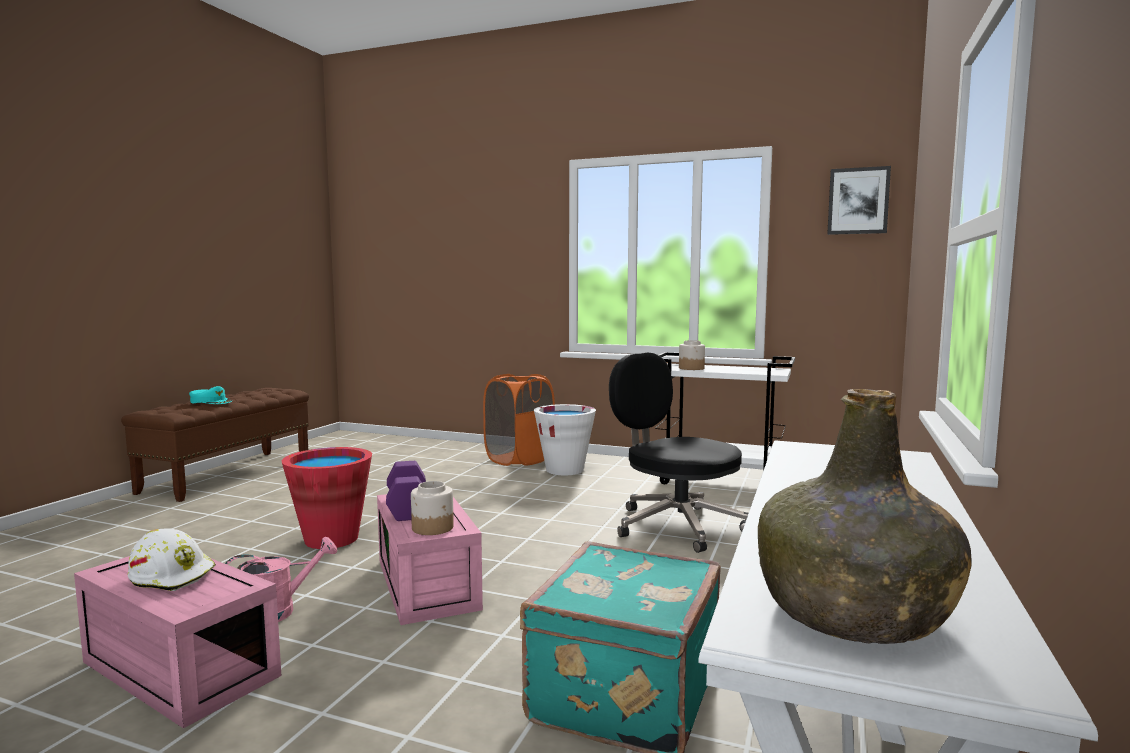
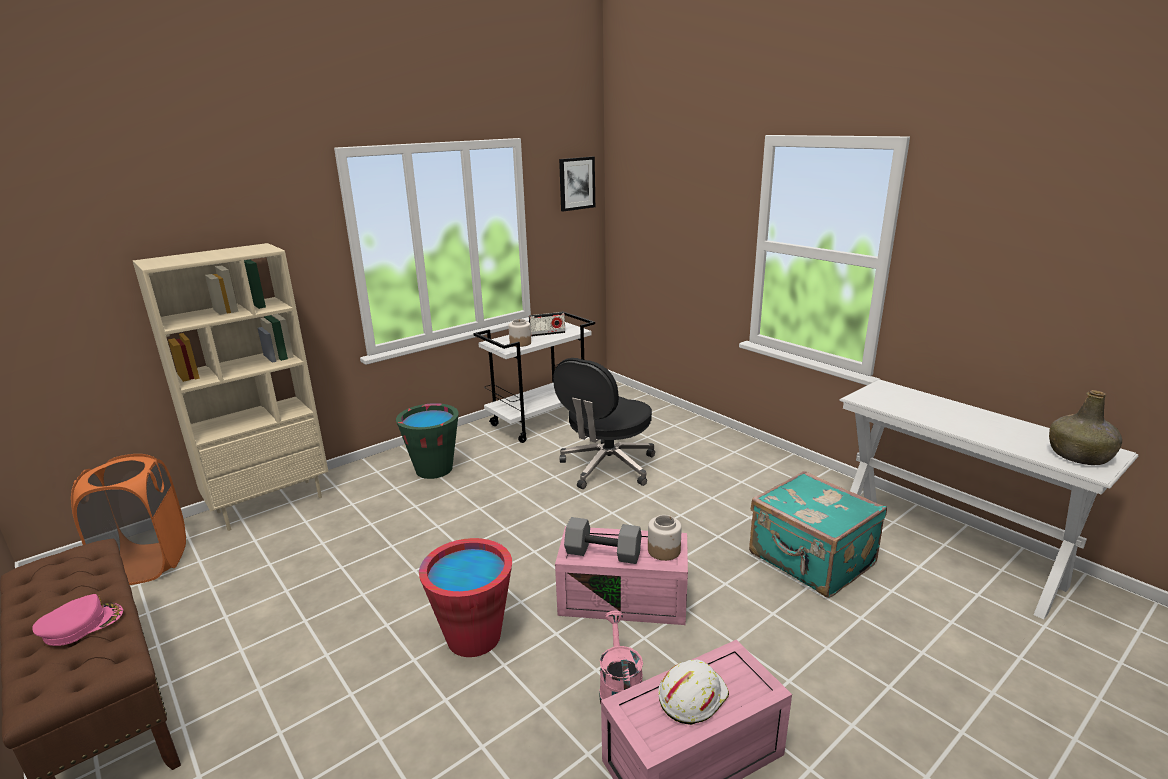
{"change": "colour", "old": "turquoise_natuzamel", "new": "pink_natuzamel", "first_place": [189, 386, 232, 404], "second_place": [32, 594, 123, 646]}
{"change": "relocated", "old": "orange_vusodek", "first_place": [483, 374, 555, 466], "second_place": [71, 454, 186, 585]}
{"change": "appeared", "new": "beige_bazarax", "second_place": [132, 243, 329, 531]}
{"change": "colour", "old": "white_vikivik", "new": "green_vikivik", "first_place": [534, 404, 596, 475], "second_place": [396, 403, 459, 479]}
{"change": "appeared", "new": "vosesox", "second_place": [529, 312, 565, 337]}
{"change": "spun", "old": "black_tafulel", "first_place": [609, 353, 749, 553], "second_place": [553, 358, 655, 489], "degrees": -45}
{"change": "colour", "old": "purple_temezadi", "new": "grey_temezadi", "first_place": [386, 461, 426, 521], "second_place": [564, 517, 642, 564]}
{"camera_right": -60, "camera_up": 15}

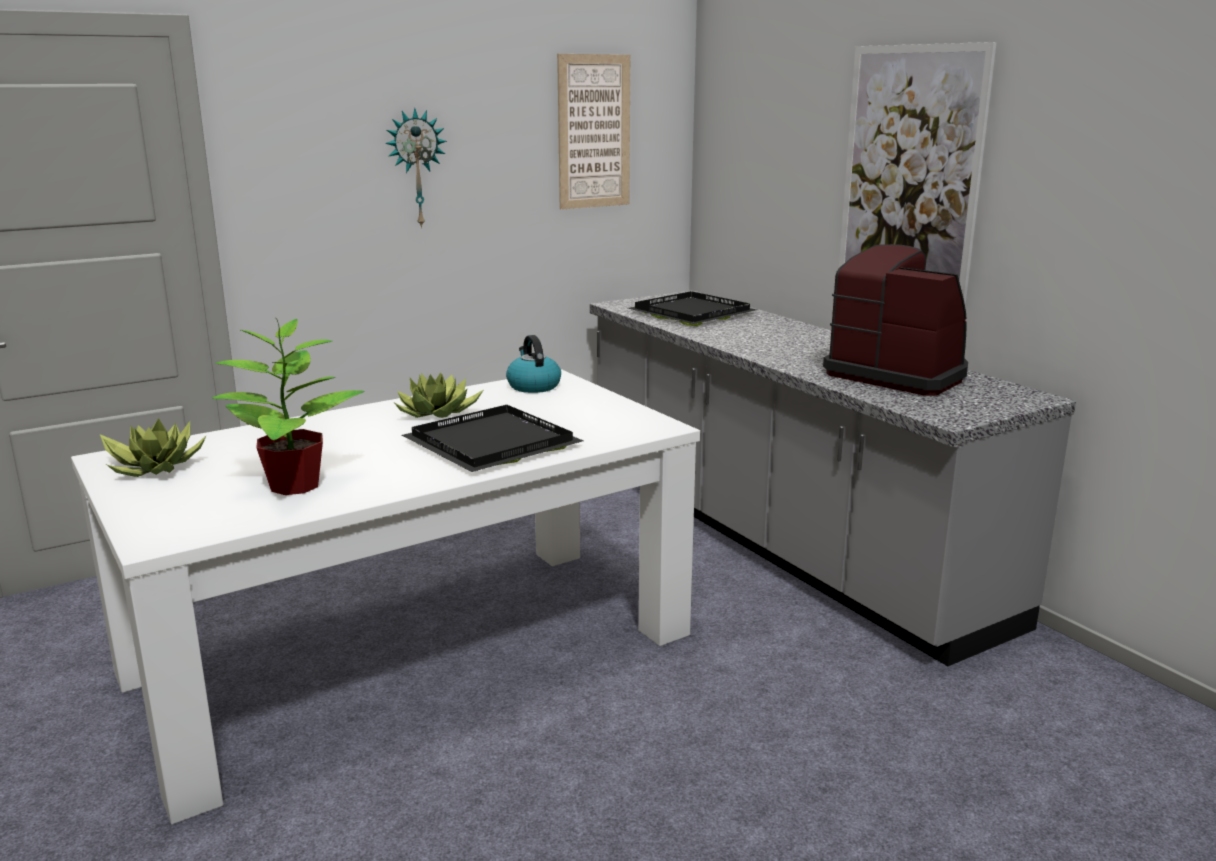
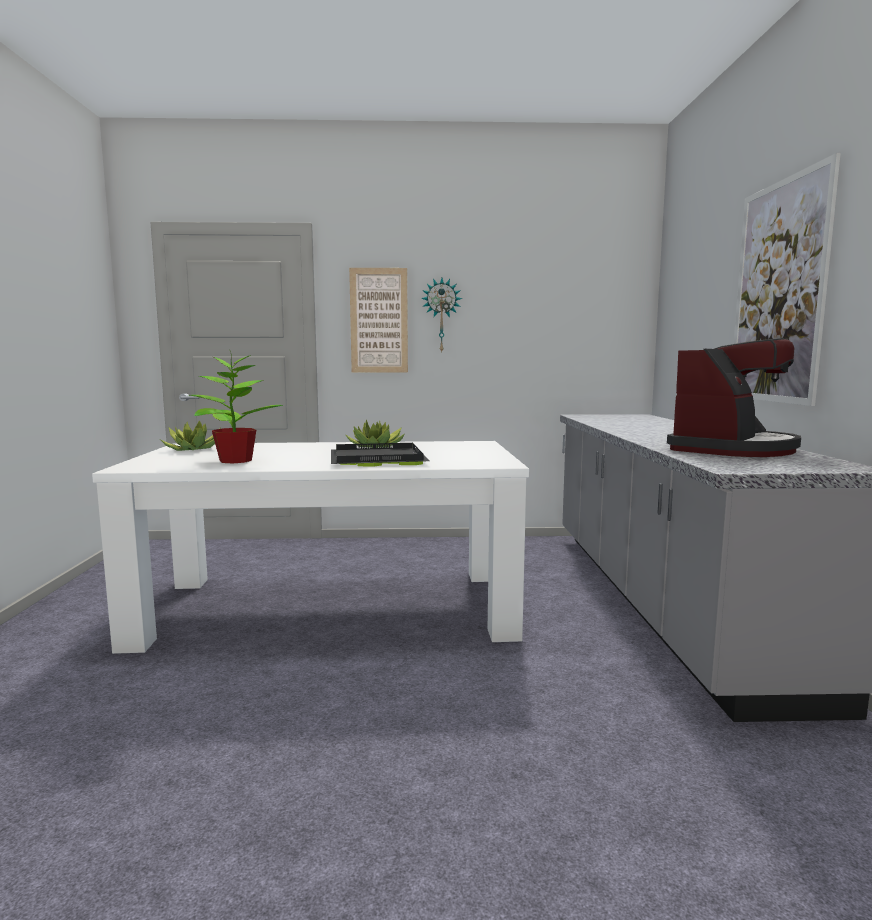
{"change": "relocated", "old": "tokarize", "first_place": [557, 54, 630, 210], "second_place": [349, 268, 408, 372]}
{"change": "spun", "old": "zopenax", "first_place": [823, 244, 968, 396], "second_place": [667, 338, 801, 457], "degrees": 60}
{"change": "missing", "old": "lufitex", "first_place": [506, 335, 561, 393]}
{"change": "missing", "old": "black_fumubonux", "first_place": [628, 291, 756, 326]}
{"camera_right": 30, "camera_up": -10}

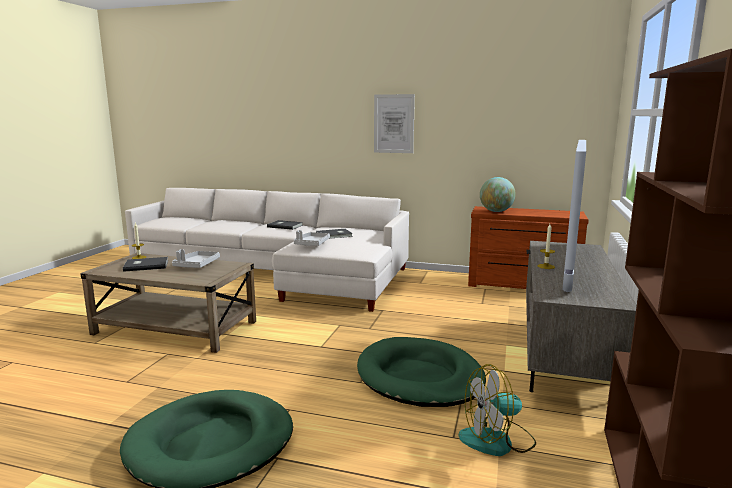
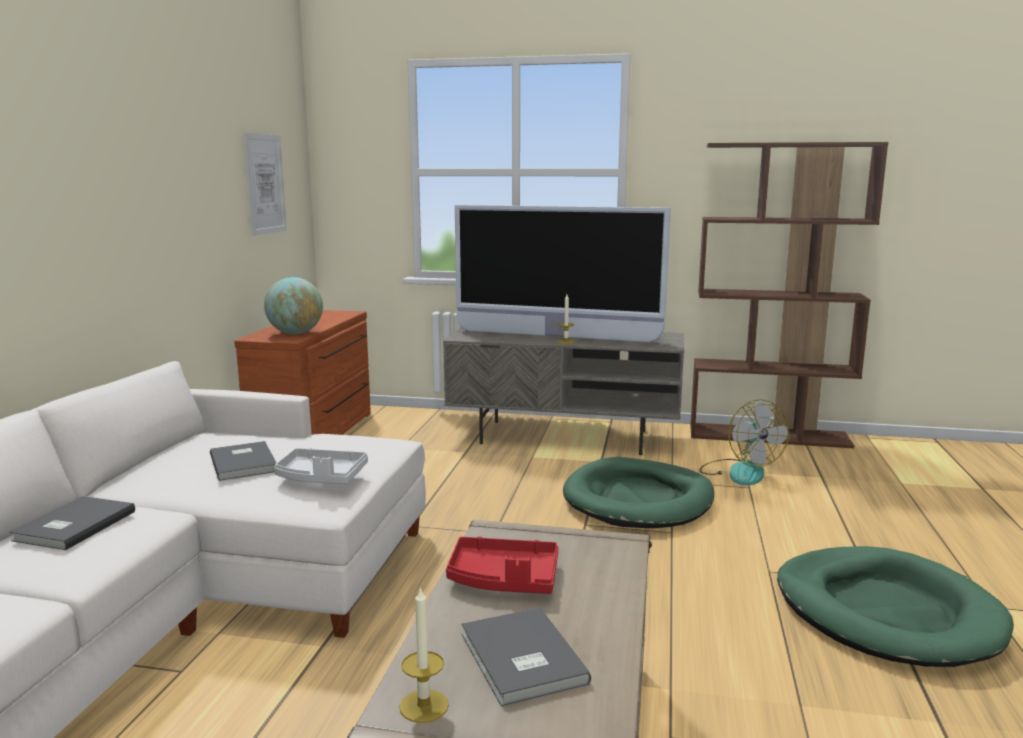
{"change": "relocated", "old": "tokarize", "first_place": [374, 94, 415, 153], "second_place": [244, 133, 287, 236]}
{"change": "colour", "old": "grey_fumubonux", "new": "red_fumubonux", "first_place": [172, 249, 220, 268], "second_place": [446, 537, 559, 594]}
{"camera_right": -95, "camera_up": 0}

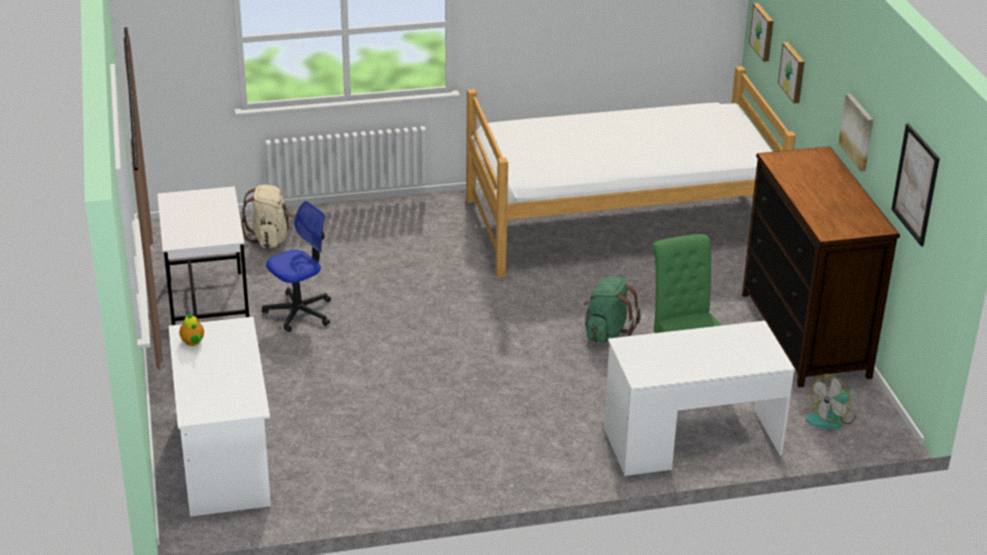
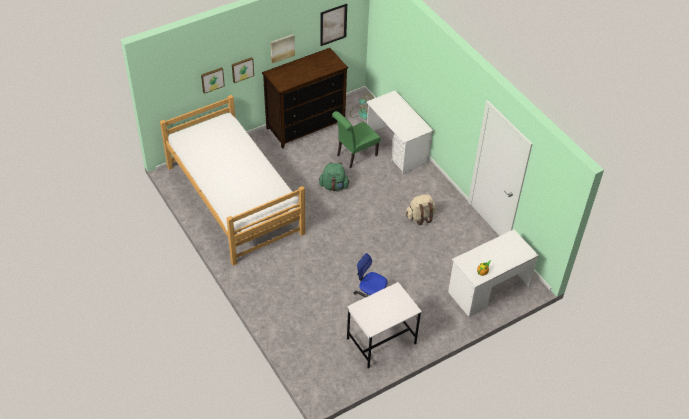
{"change": "relocated", "old": "tokarize", "first_place": [749, 3, 773, 62], "second_place": [232, 57, 254, 83]}
{"change": "relocated", "old": "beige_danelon", "first_place": [241, 185, 293, 248], "second_place": [406, 194, 436, 225]}
{"camera_right": -110, "camera_up": 15}

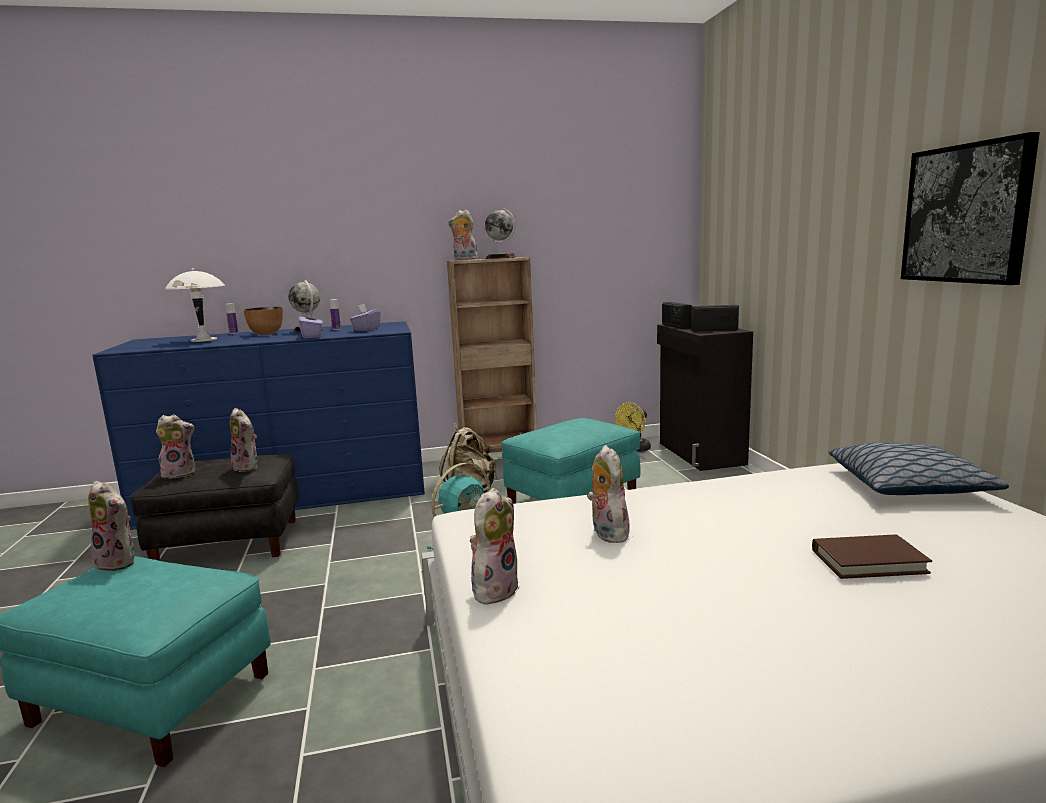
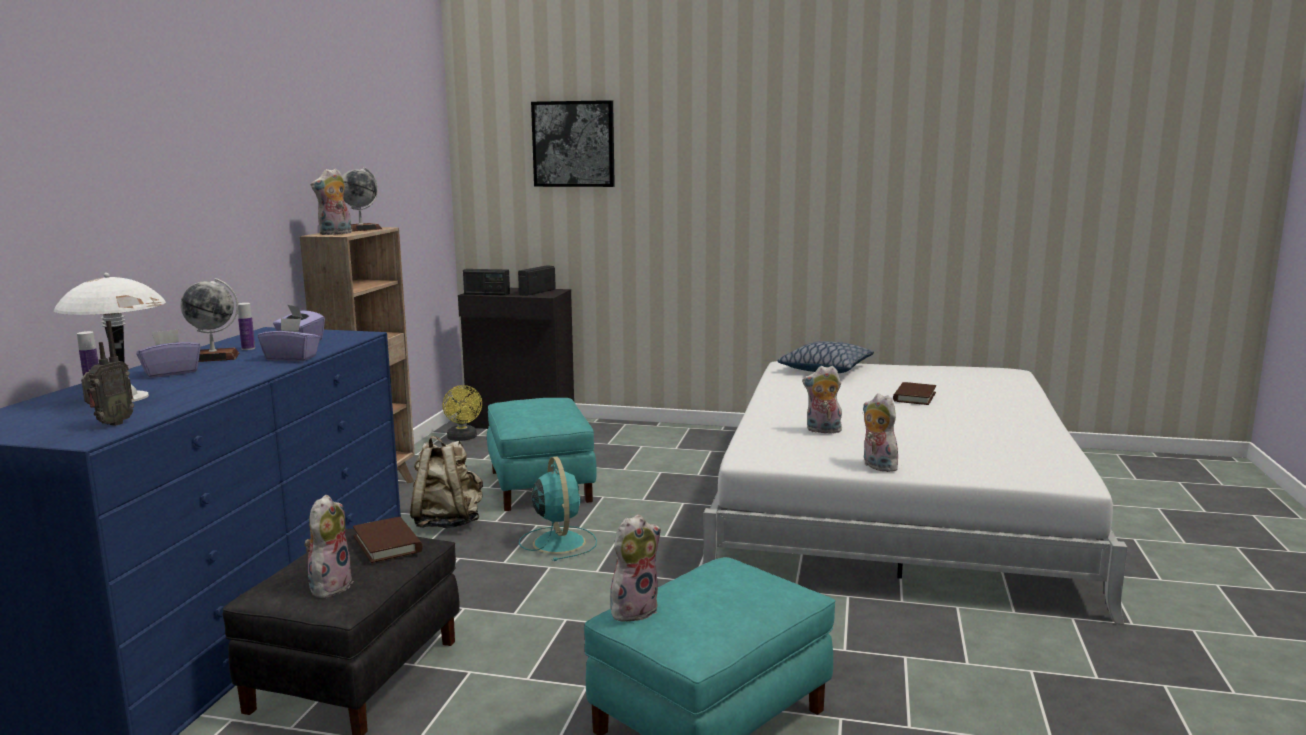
{"change": "appeared", "new": "vosesox", "second_place": [81, 320, 134, 426]}
{"change": "exchanged", "old": "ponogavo", "new": "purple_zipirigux", "first_place": [244, 307, 283, 335], "second_place": [136, 329, 200, 378]}
{"change": "exchanged", "old": "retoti", "new": "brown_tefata", "first_place": [230, 408, 258, 472], "second_place": [353, 517, 422, 563]}
{"change": "relocated", "old": "tokarize", "first_place": [901, 132, 1040, 285], "second_place": [531, 100, 615, 187]}
{"camera_right": -65, "camera_up": 0}

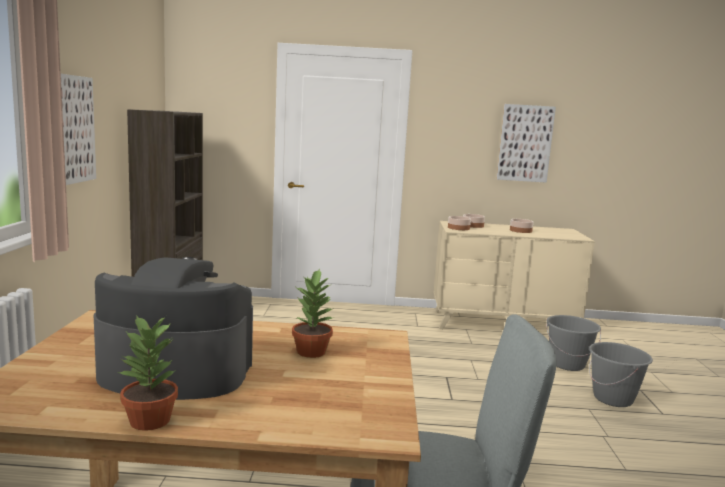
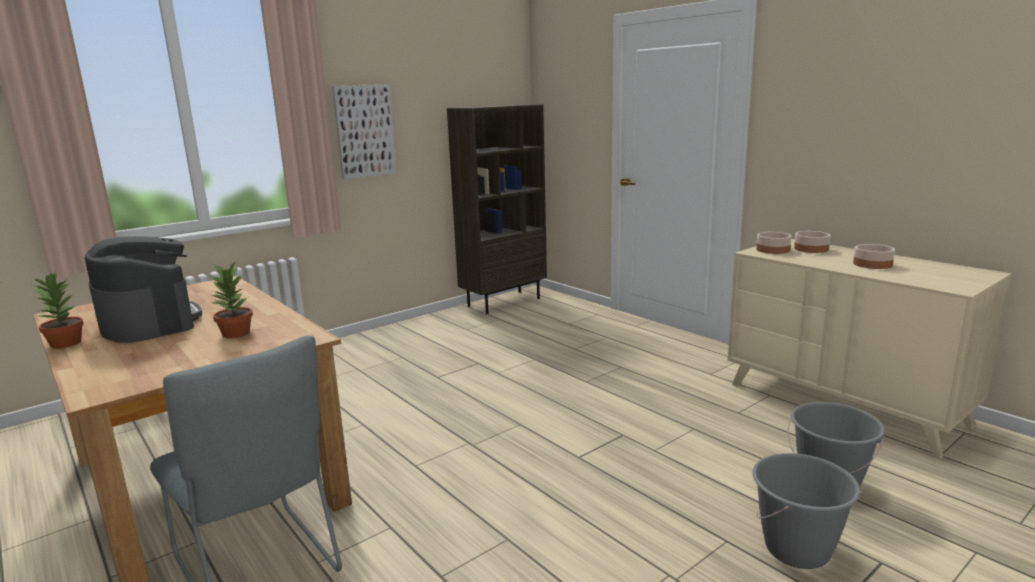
{"change": "missing", "old": "tokarize", "first_place": [497, 104, 556, 183]}
{"camera_right": 50, "camera_up": 5}

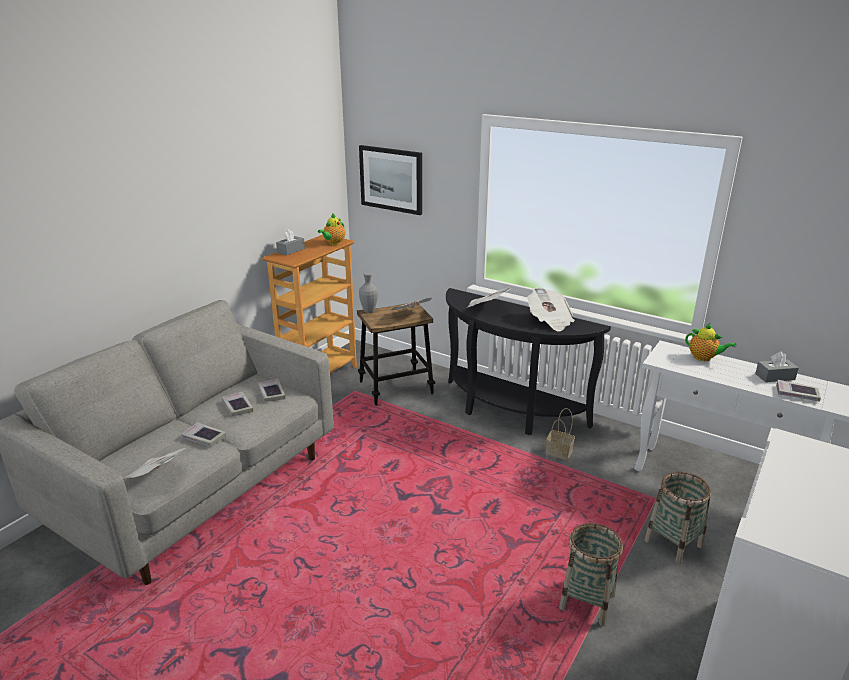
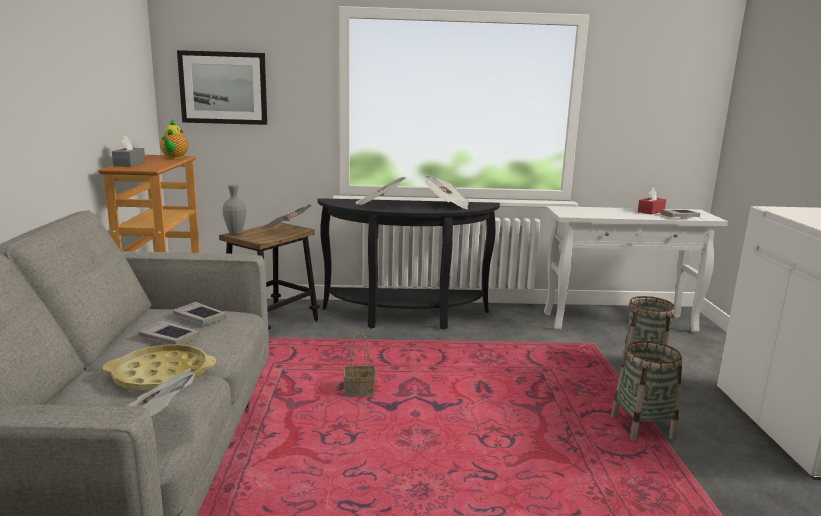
{"change": "exchanged", "old": "tefata", "new": "yellow_fumubonux", "first_place": [181, 422, 226, 447], "second_place": [103, 344, 216, 391]}
{"change": "relocated", "old": "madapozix", "first_place": [546, 408, 575, 460], "second_place": [343, 333, 376, 397]}
{"change": "colour", "old": "grey_zipirigux", "new": "red_zipirigux", "first_place": [755, 351, 799, 382], "second_place": [638, 188, 666, 215]}
{"change": "missing", "old": "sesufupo", "first_place": [685, 323, 736, 361]}
{"camera_right": -35, "camera_up": -10}

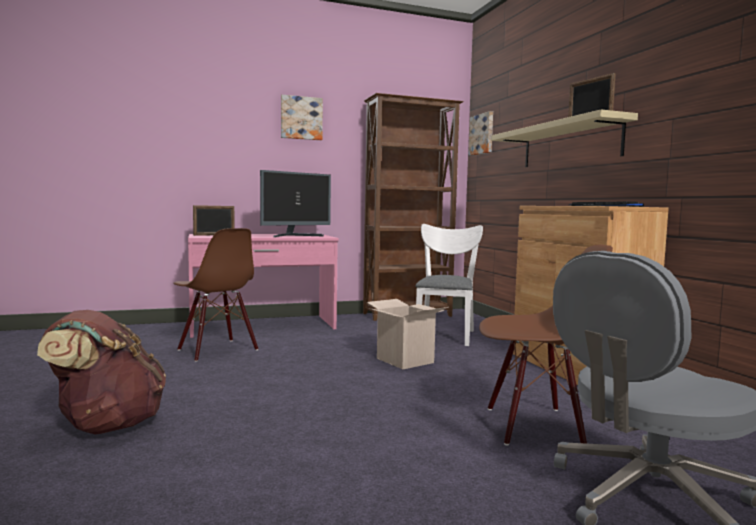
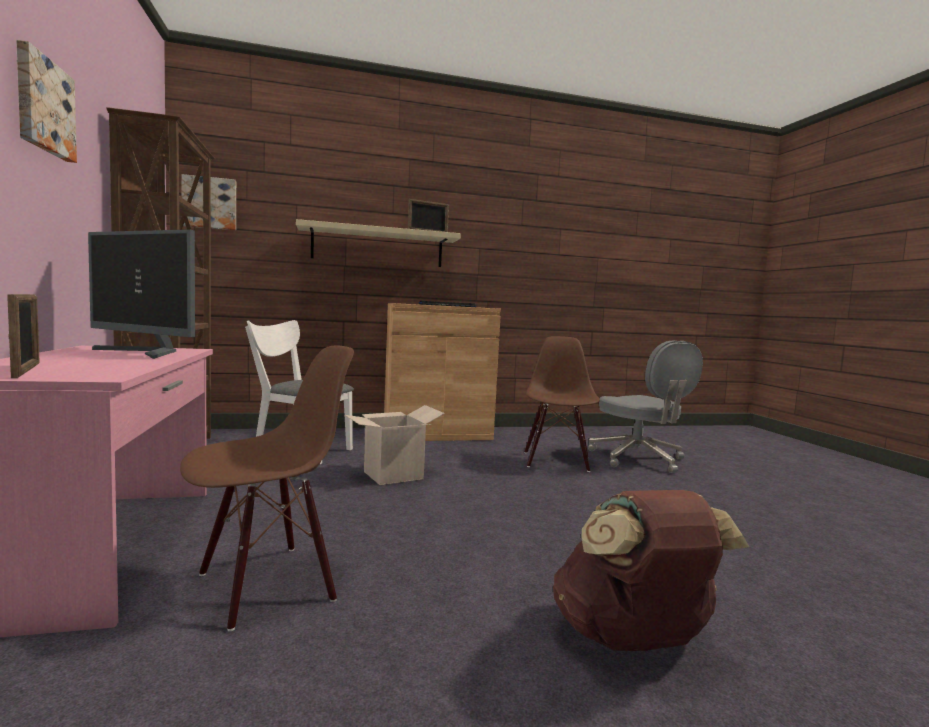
{"change": "spun", "old": "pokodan", "first_place": [260, 170, 331, 237], "second_place": [88, 229, 195, 359], "degrees": 150}
{"camera_right": -85, "camera_up": 0}

